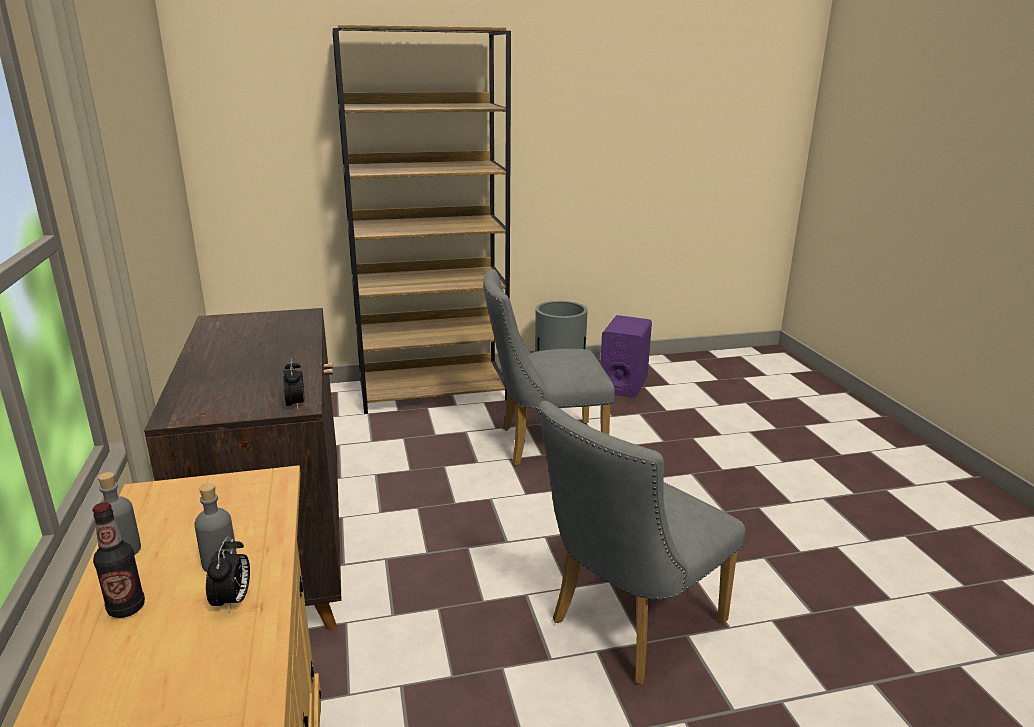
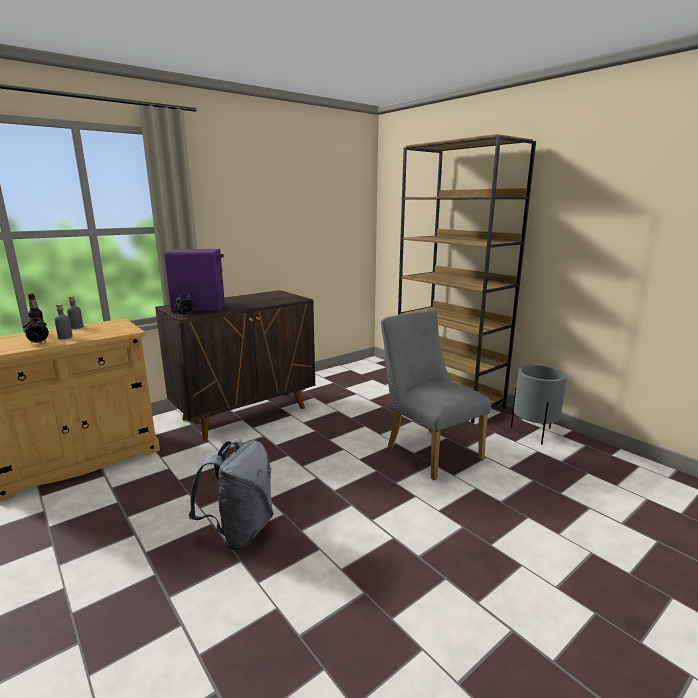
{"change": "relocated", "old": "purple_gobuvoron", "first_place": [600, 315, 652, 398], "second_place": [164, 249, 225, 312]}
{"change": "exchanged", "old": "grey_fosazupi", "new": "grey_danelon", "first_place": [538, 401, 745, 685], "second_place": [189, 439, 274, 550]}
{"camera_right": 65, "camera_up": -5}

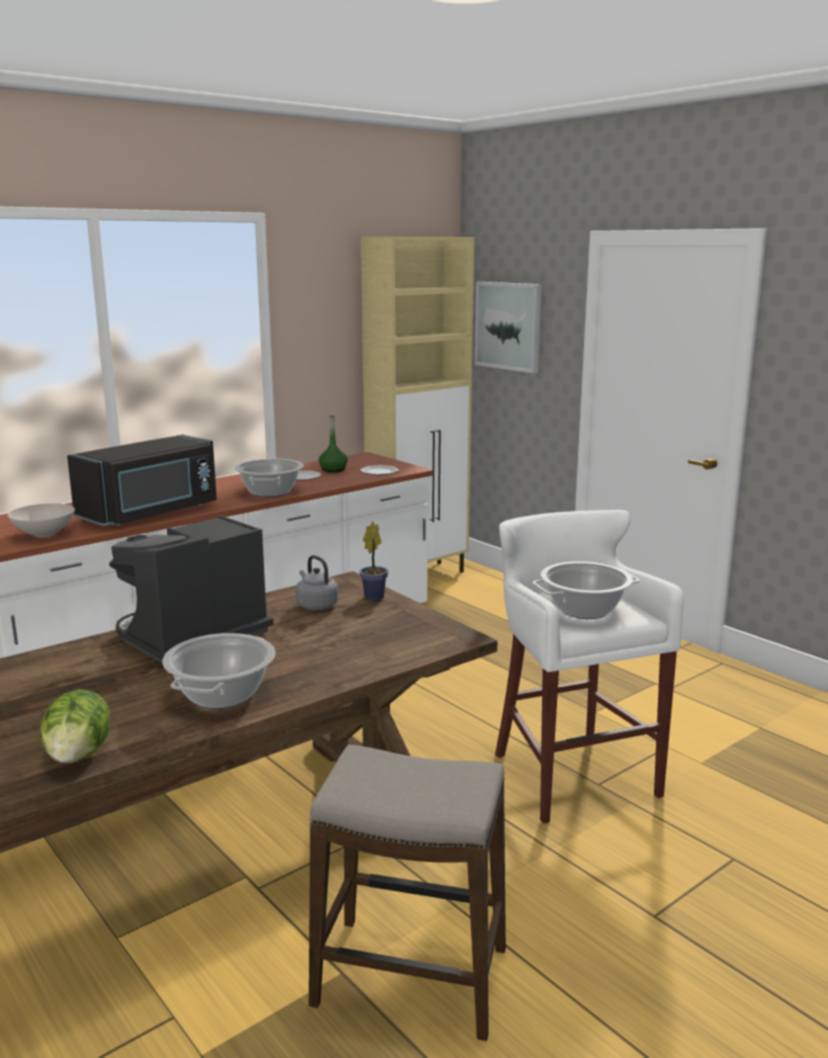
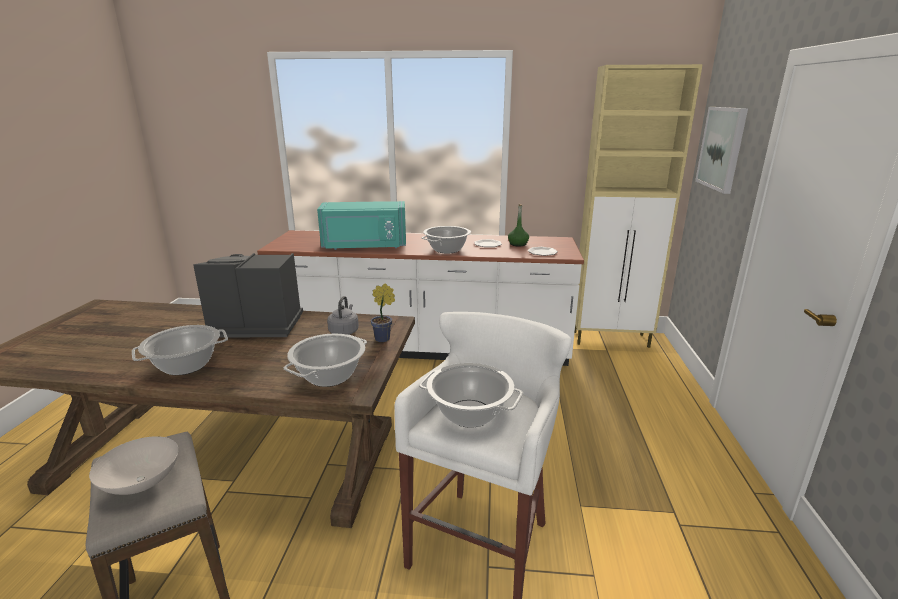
{"change": "relocated", "old": "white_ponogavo", "first_place": [8, 503, 75, 537], "second_place": [89, 436, 179, 495]}
{"change": "appeared", "new": "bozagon", "second_place": [284, 333, 367, 387]}
{"change": "colour", "old": "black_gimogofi", "new": "turquoise_gimogofi", "first_place": [67, 435, 217, 526], "second_place": [317, 201, 406, 250]}
{"change": "missing", "old": "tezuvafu", "first_place": [40, 689, 110, 763]}
{"camera_right": 45, "camera_up": 5}

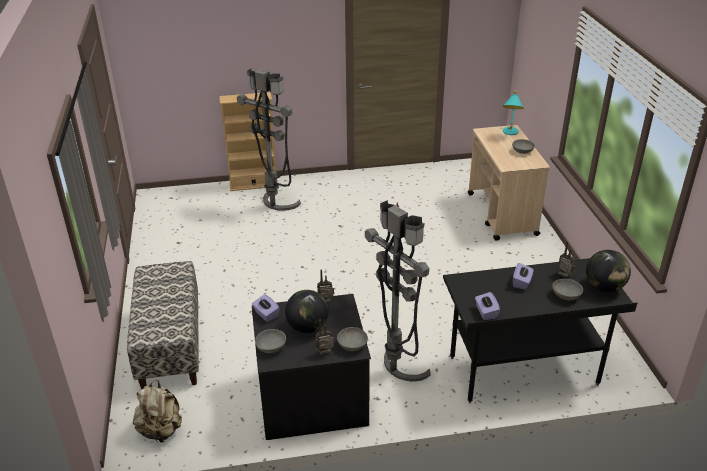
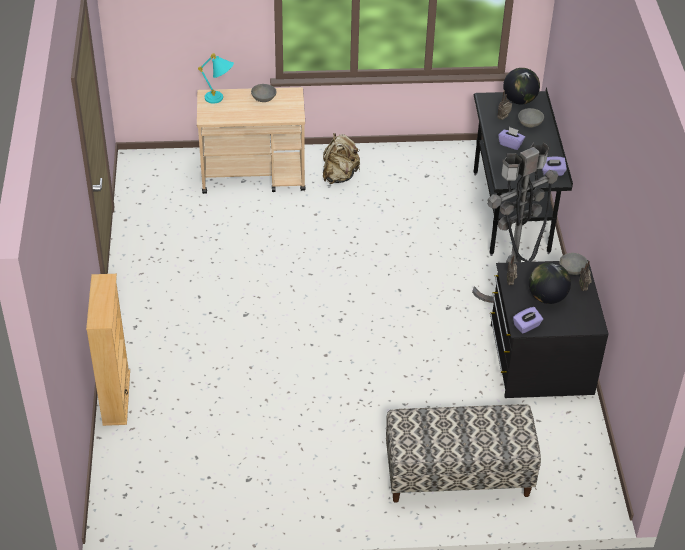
{"change": "relocated", "old": "beige_danelon", "first_place": [133, 380, 182, 443], "second_place": [323, 133, 360, 184]}
{"change": "missing", "old": "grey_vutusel", "first_place": [237, 68, 301, 211]}
{"change": "missing", "old": "grey_ponogavo", "first_place": [255, 329, 286, 353]}
{"camera_right": -85, "camera_up": 10}

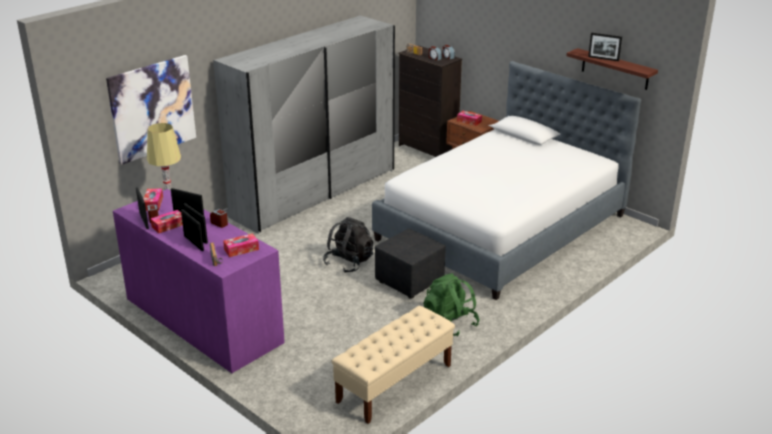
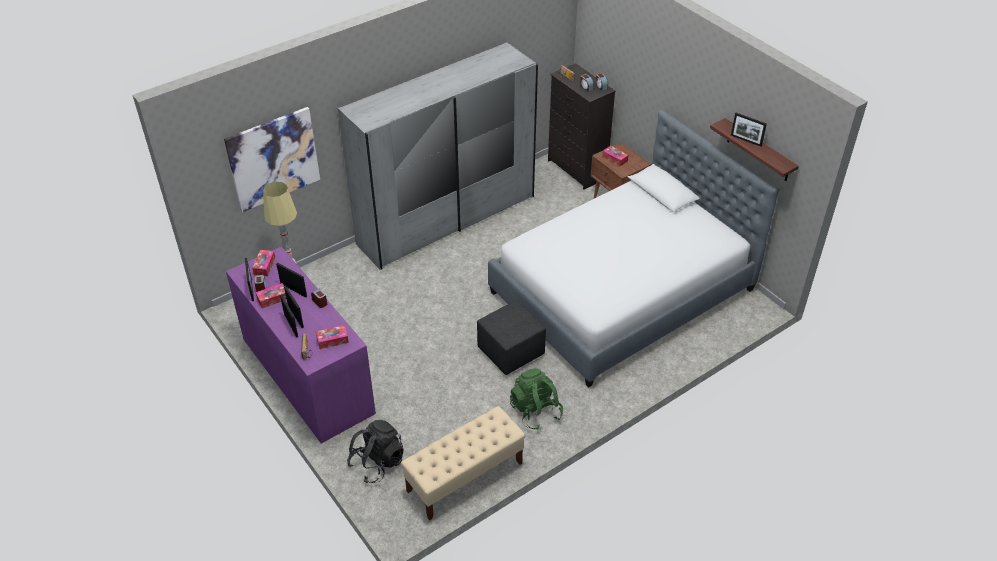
{"change": "relocated", "old": "black_danelon", "first_place": [323, 217, 373, 273], "second_place": [347, 420, 403, 483]}
{"camera_right": 10, "camera_up": 15}

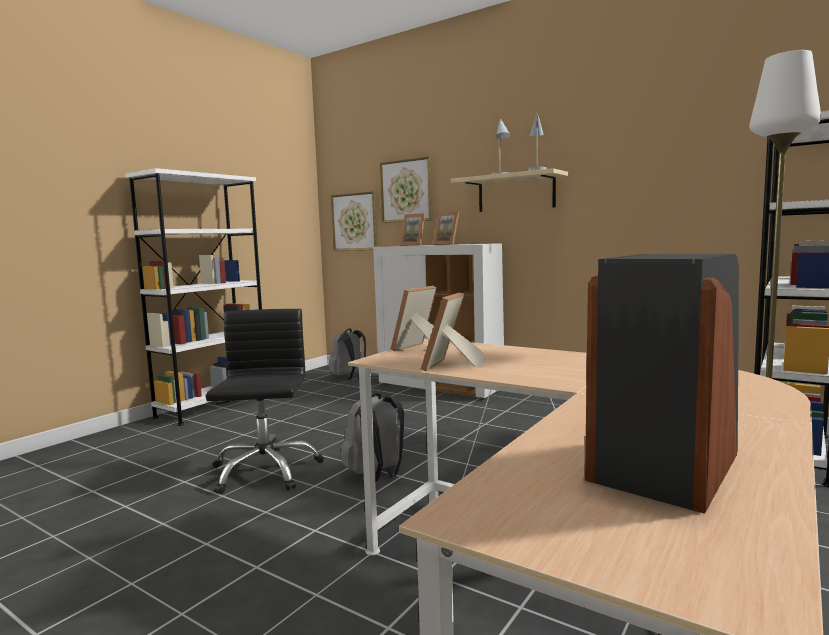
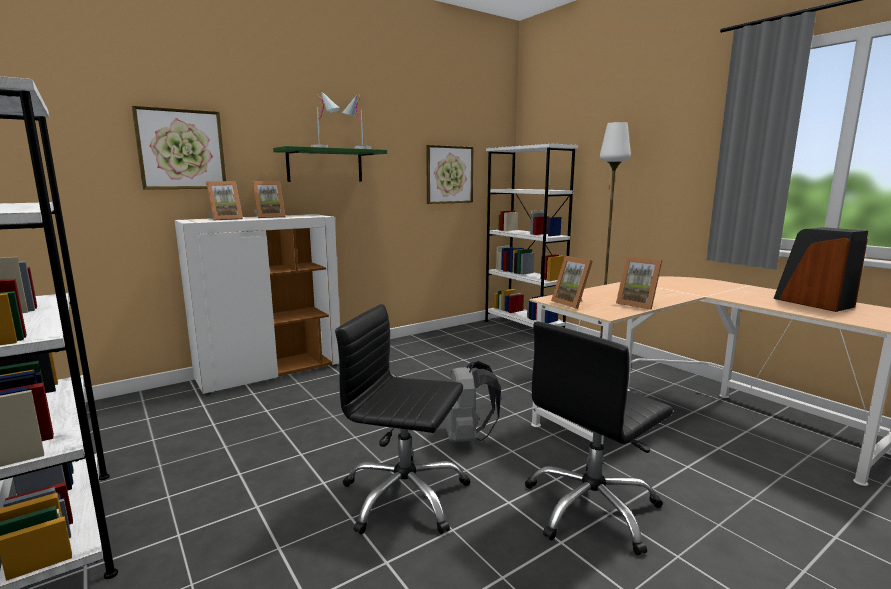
{"change": "colour", "old": "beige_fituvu", "new": "green_fituvu", "first_place": [451, 168, 568, 212], "second_place": [273, 146, 387, 182]}
{"change": "relocated", "old": "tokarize", "first_place": [331, 191, 378, 251], "second_place": [426, 145, 474, 204]}
{"change": "appeared", "new": "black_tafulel", "second_place": [525, 322, 673, 555]}
{"change": "missing", "old": "grey_danelon", "first_place": [329, 328, 366, 380]}
{"camera_right": -70, "camera_up": 5}

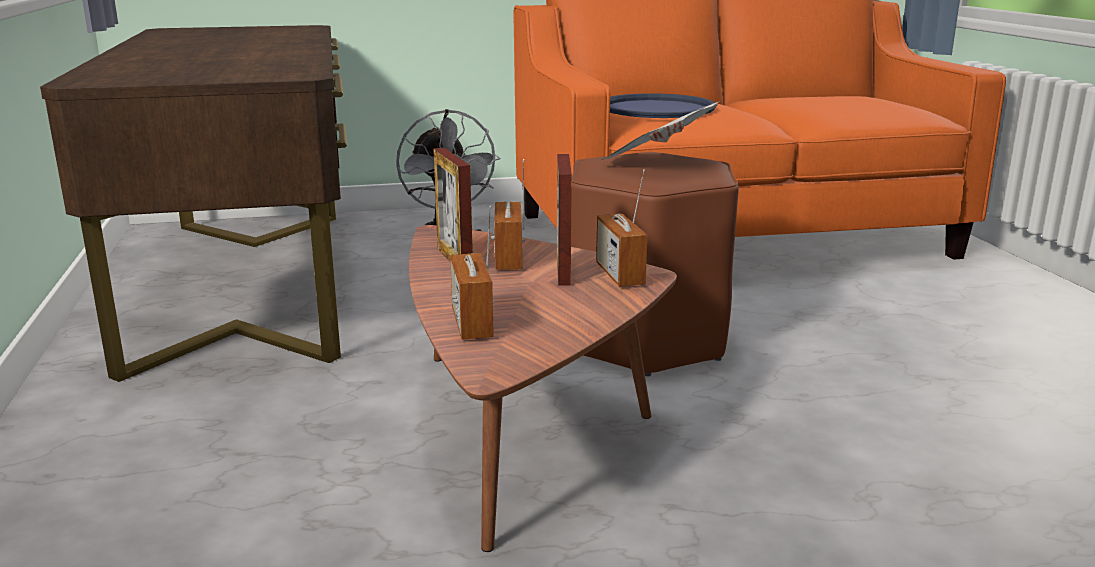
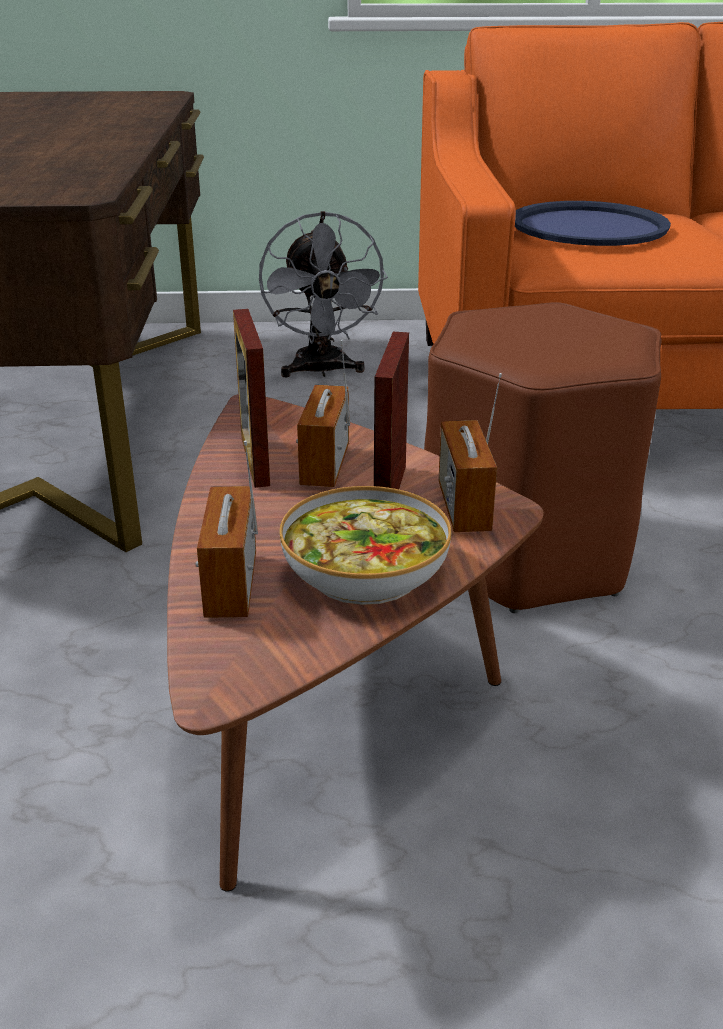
{"change": "appeared", "new": "ponogavo", "second_place": [280, 486, 451, 605]}
{"change": "missing", "old": "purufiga", "first_place": [601, 102, 718, 160]}
{"camera_right": 10, "camera_up": 10}

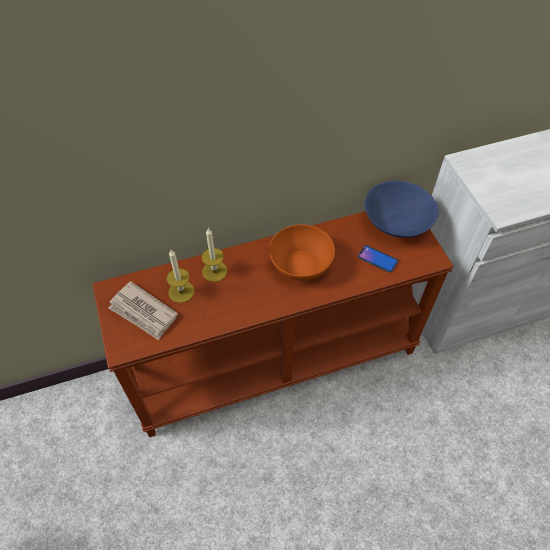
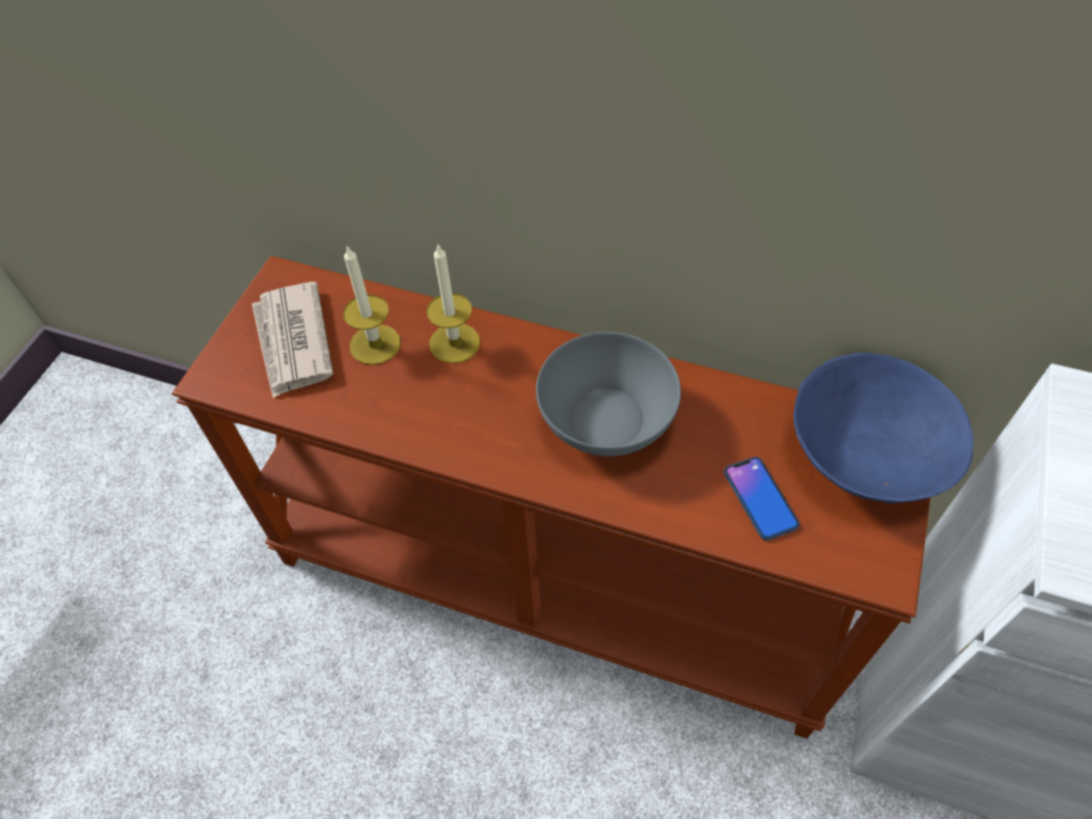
{"change": "colour", "old": "orange_ponogavo", "new": "grey_ponogavo", "first_place": [269, 224, 335, 281], "second_place": [536, 332, 681, 456]}
{"camera_right": 40, "camera_up": 0}

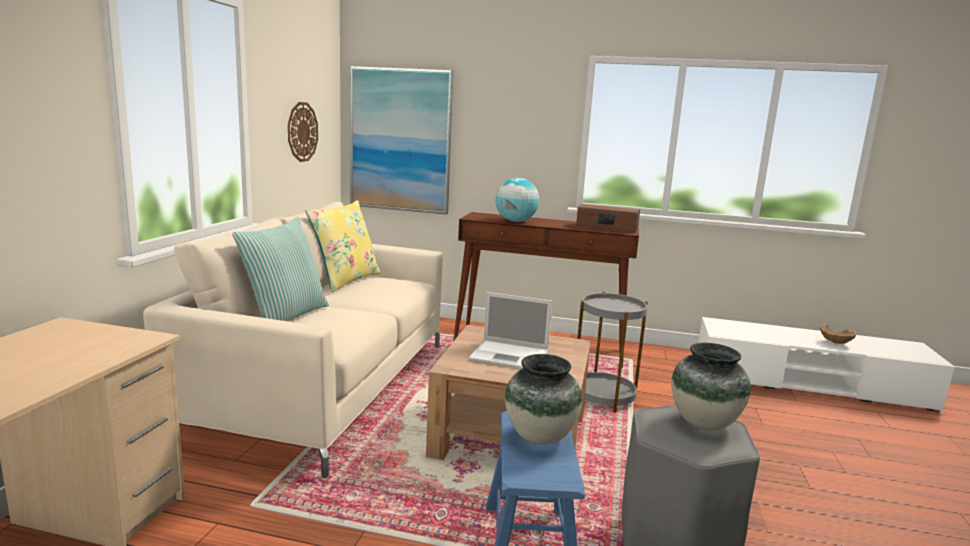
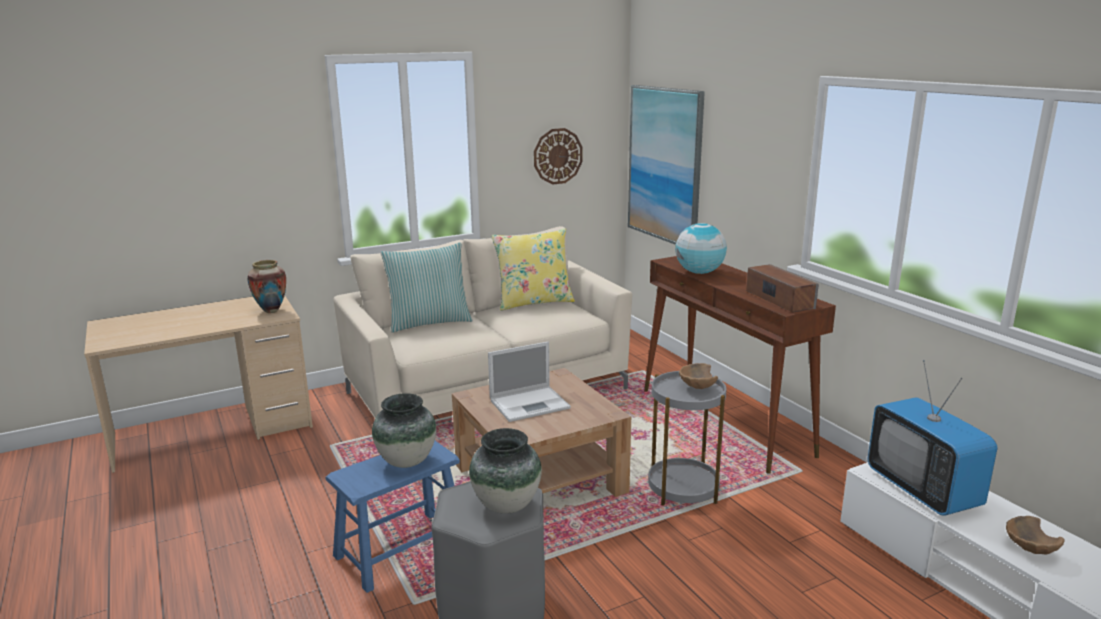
{"change": "appeared", "new": "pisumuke", "second_place": [247, 260, 286, 313]}
{"change": "spun", "old": "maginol", "first_place": [469, 292, 552, 369], "second_place": [488, 342, 571, 422], "degrees": -90}
{"change": "appeared", "new": "brown_ponogavo", "second_place": [679, 363, 718, 389]}
{"change": "appeared", "new": "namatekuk", "second_place": [867, 360, 998, 516]}
{"camera_right": 50, "camera_up": 5}

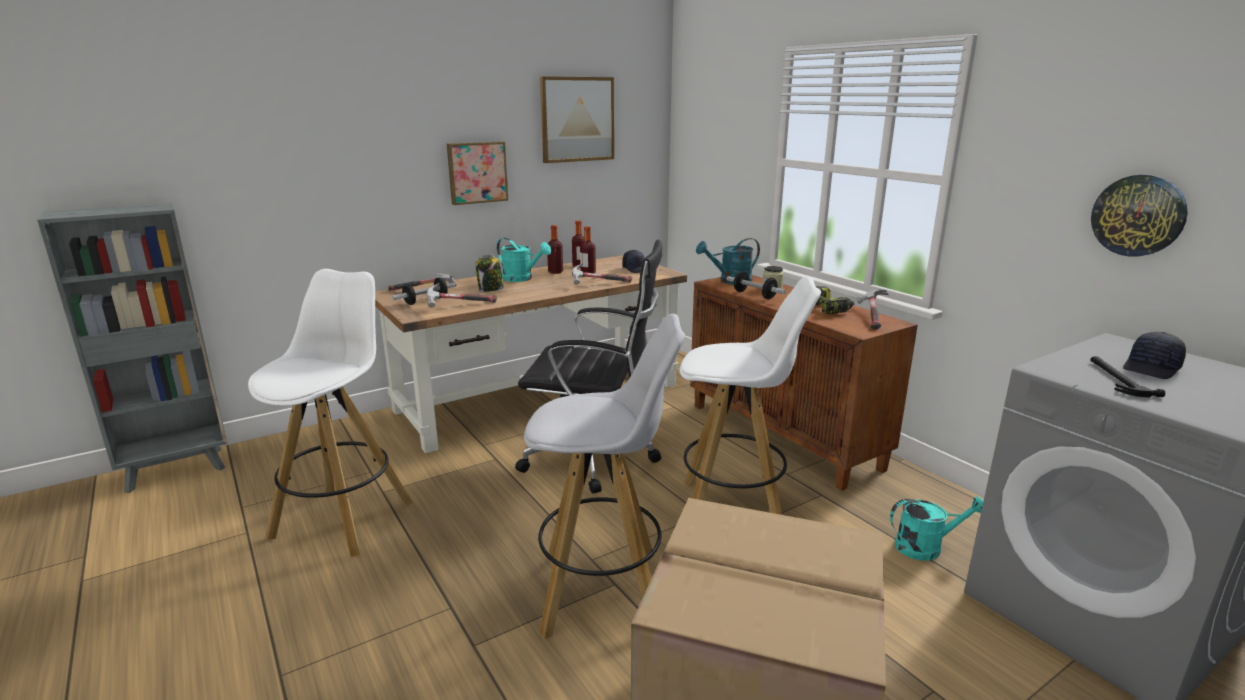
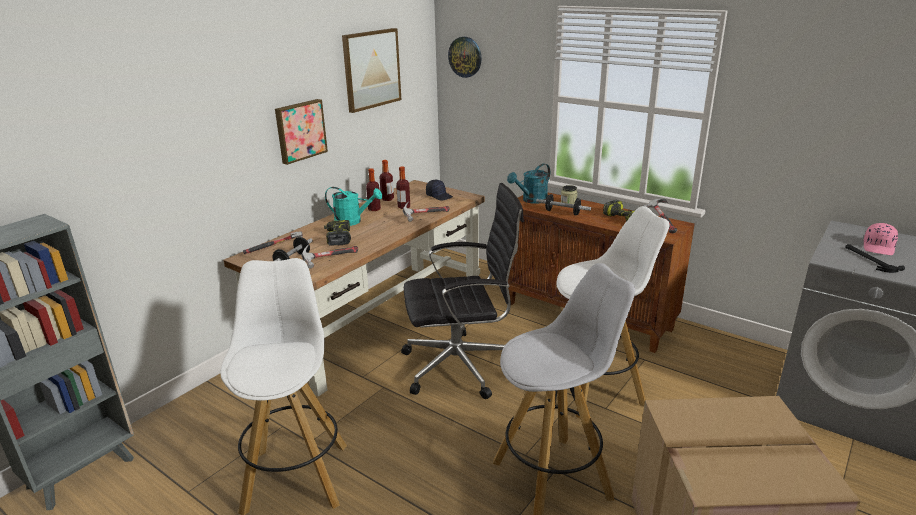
{"change": "exchanged", "old": "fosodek", "new": "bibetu", "first_place": [475, 255, 504, 292], "second_place": [324, 220, 351, 246]}
{"change": "relocated", "old": "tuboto", "first_place": [1091, 174, 1188, 257], "second_place": [448, 37, 482, 78]}
{"change": "colour", "old": "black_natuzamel", "new": "pink_natuzamel", "first_place": [1123, 332, 1186, 379], "second_place": [864, 223, 898, 255]}
{"change": "missing", "old": "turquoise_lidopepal", "first_place": [890, 496, 983, 561]}
{"camera_right": -20, "camera_up": 5}

